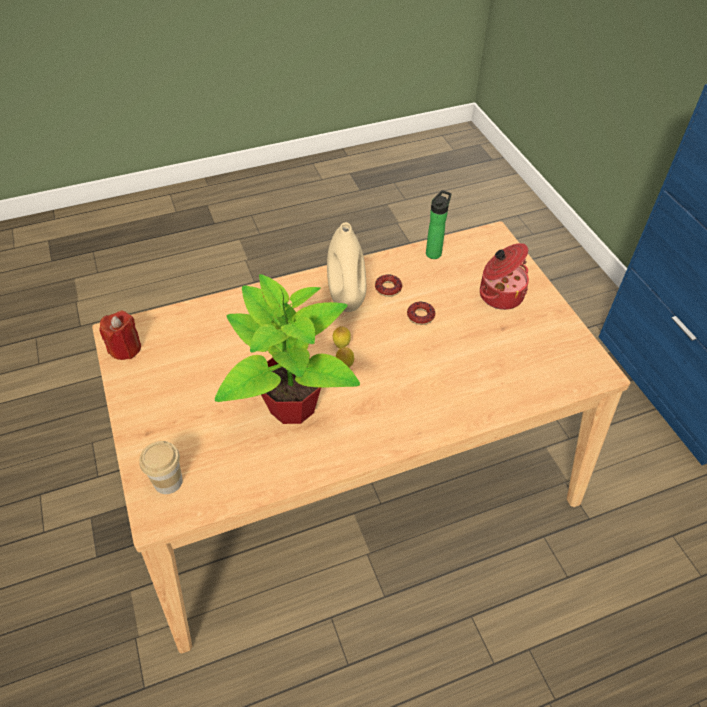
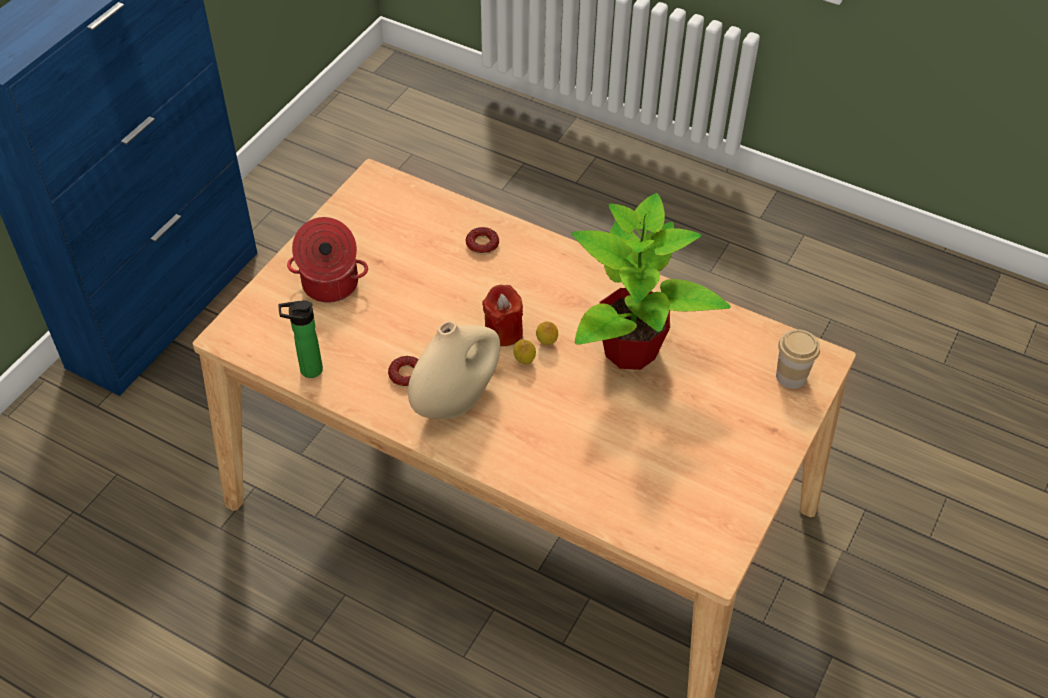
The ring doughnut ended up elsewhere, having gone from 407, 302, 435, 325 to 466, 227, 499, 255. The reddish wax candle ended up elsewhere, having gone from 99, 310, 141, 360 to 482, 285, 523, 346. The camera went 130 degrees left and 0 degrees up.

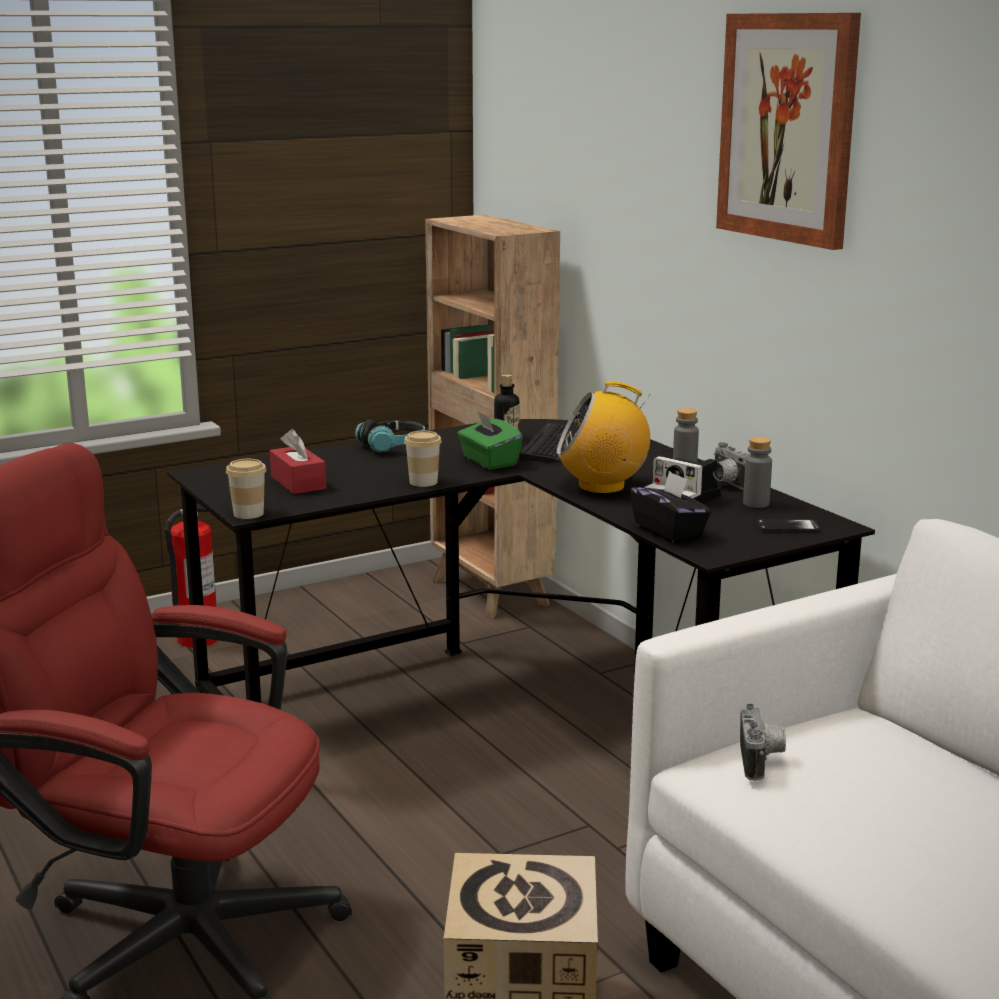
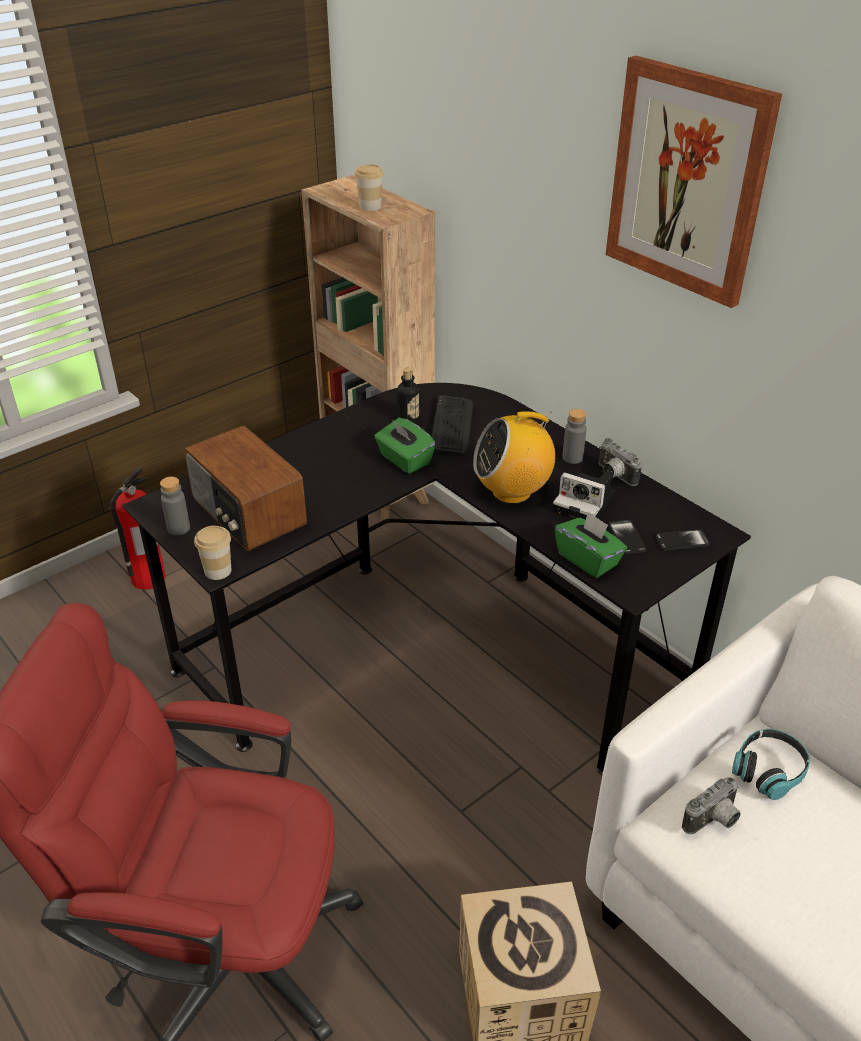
The grey beverage bottle ended up elsewhere, having gone from 743, 437, 772, 508 to 160, 477, 190, 535. Where the reddish box of tissues stood at 270, 429, 327, 494, the radio receiver came to stand at 184, 425, 307, 551. The cup ended up elsewhere, having gone from 404, 430, 442, 487 to 354, 164, 384, 211. What was the black box of tissues at 630, 471, 712, 543 turned into the greenish box of tissues at 554, 511, 627, 578. The second view gained the telephone at 609, 520, 646, 554. The still camera at 740, 703, 786, 781 ended up facing another way, 60 degrees clockwise from before. The pair of headphones ended up elsewhere, having gone from 355, 420, 425, 452 to 732, 729, 810, 800. The camera went 10 degrees left and 20 degrees up.

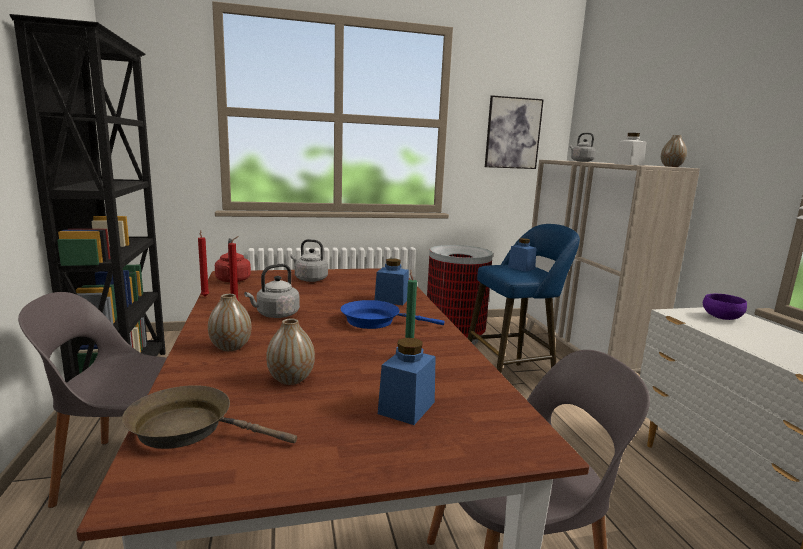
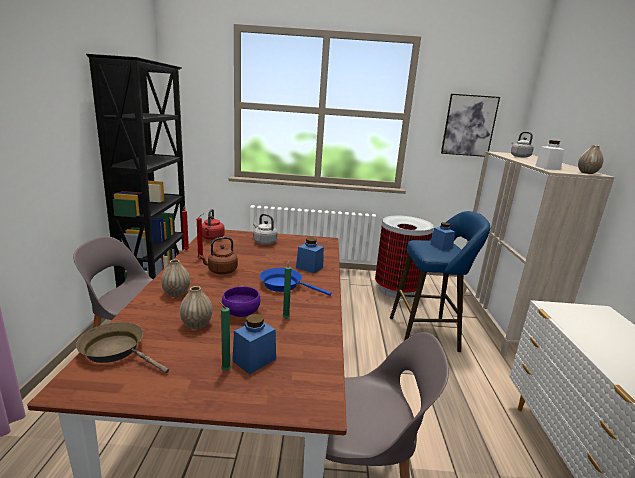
What was the grey water kettle at 244, 264, 300, 318 turned into the brown-coloured water kettle at 199, 237, 238, 274. The second view gained the greenish wax candle at 218, 300, 231, 371. The purple serving bowl ended up elsewhere, having gone from 703, 294, 747, 320 to 222, 287, 260, 317. The camera went 15 degrees right and 5 degrees up.

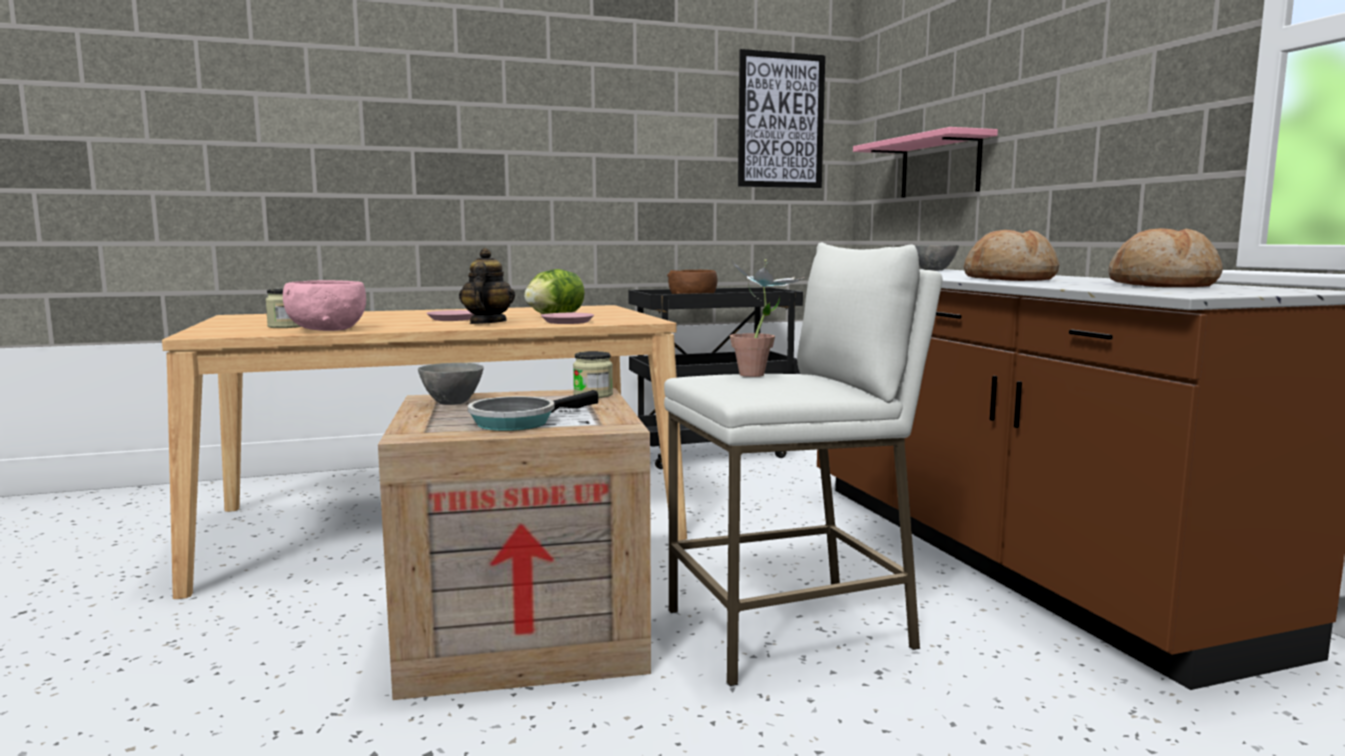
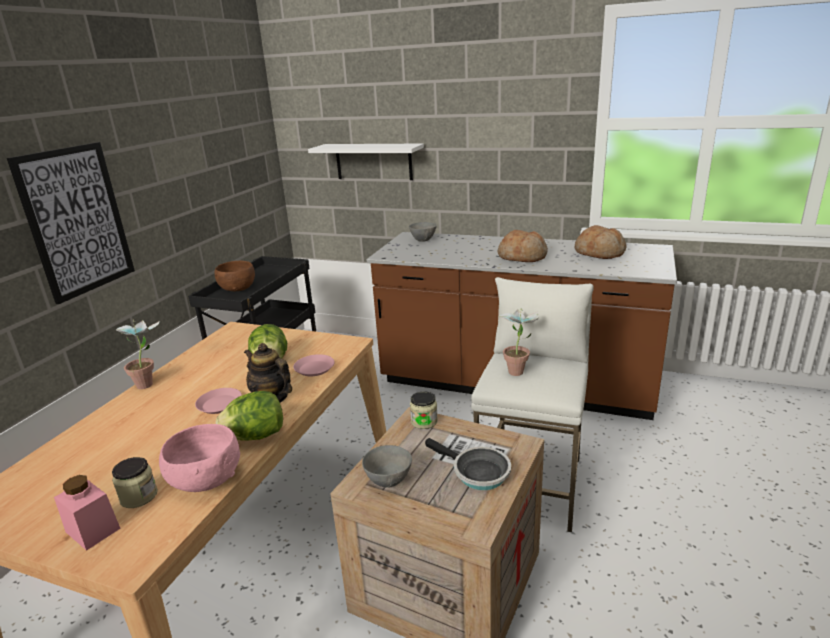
The wall picture ended up elsewhere, having gone from 738, 49, 825, 188 to 7, 142, 135, 304. The second view gained the pink storage jar at 54, 475, 121, 551. The second view gained the houseplant at 116, 319, 159, 389. The second view gained the lettuce head at 216, 391, 283, 441. What was the pink wall shelf at 853, 127, 998, 198 turned into the white wall shelf at 308, 144, 424, 180. The skillet at 468, 390, 598, 431 ended up facing another way, 45 degrees counterclockwise from before. The camera went 50 degrees left and 15 degrees up.

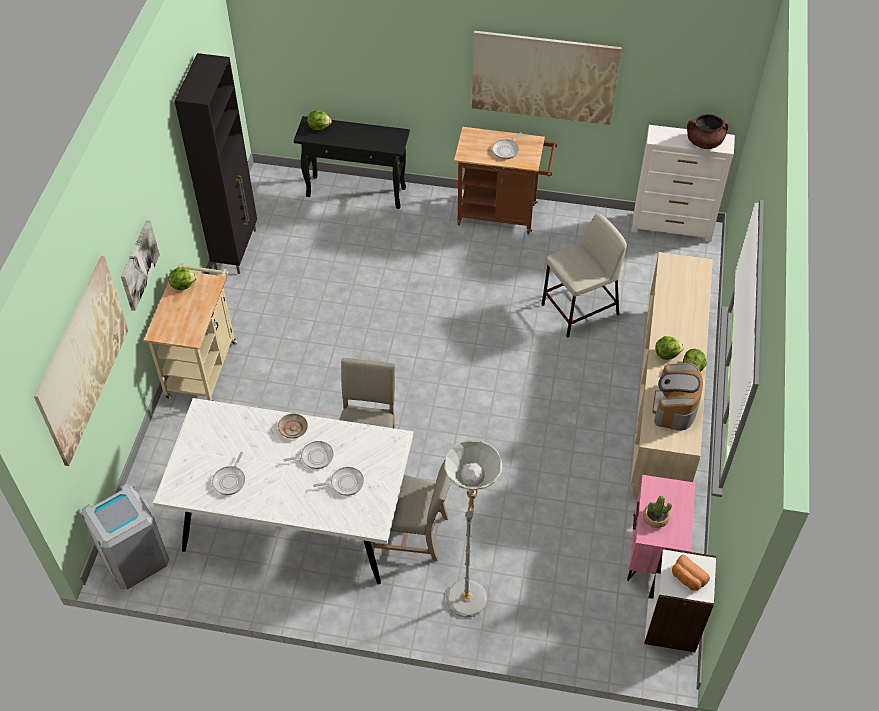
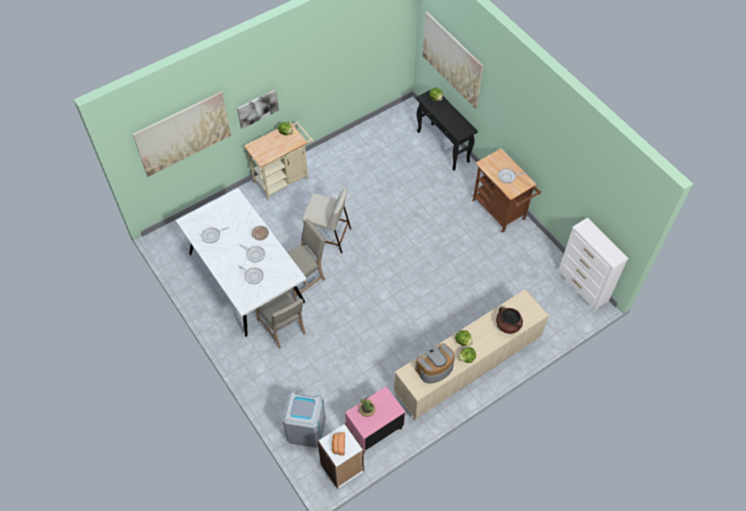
The grey trash can ended up elsewhere, having gone from 81, 484, 169, 589 to 282, 391, 326, 448. The beige stool seat ended up elsewhere, having gone from 541, 214, 627, 338 to 303, 188, 351, 253. The wall picture ended up elsewhere, having gone from 472, 31, 622, 125 to 423, 12, 483, 109. The brown-coloured stockpot ended up elsewhere, having gone from 687, 114, 729, 149 to 496, 307, 523, 334. The second view lost the black storage cabinet at 174, 53, 257, 274. The second view lost the grey standing lamp at 444, 440, 502, 618. The camera went 45 degrees right and 5 degrees up.

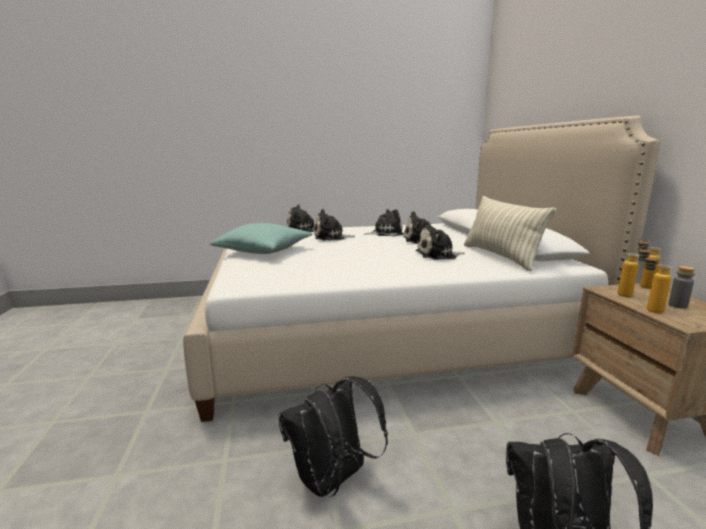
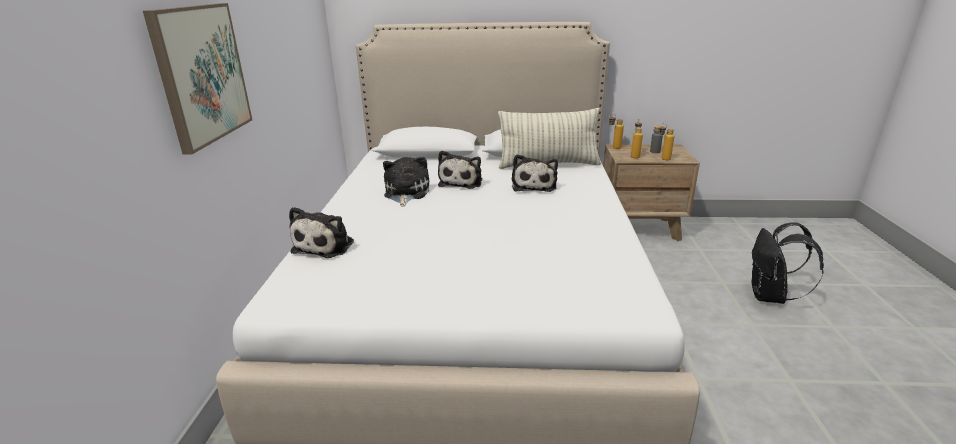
The second view gained the wall picture at 143, 3, 252, 154. The second view lost the turquoise pillow at 210, 223, 313, 254. The second view lost the black backpack at 278, 376, 388, 497. The second view lost the cuddly toy at 314, 209, 355, 241. The camera went 75 degrees left and 10 degrees up.

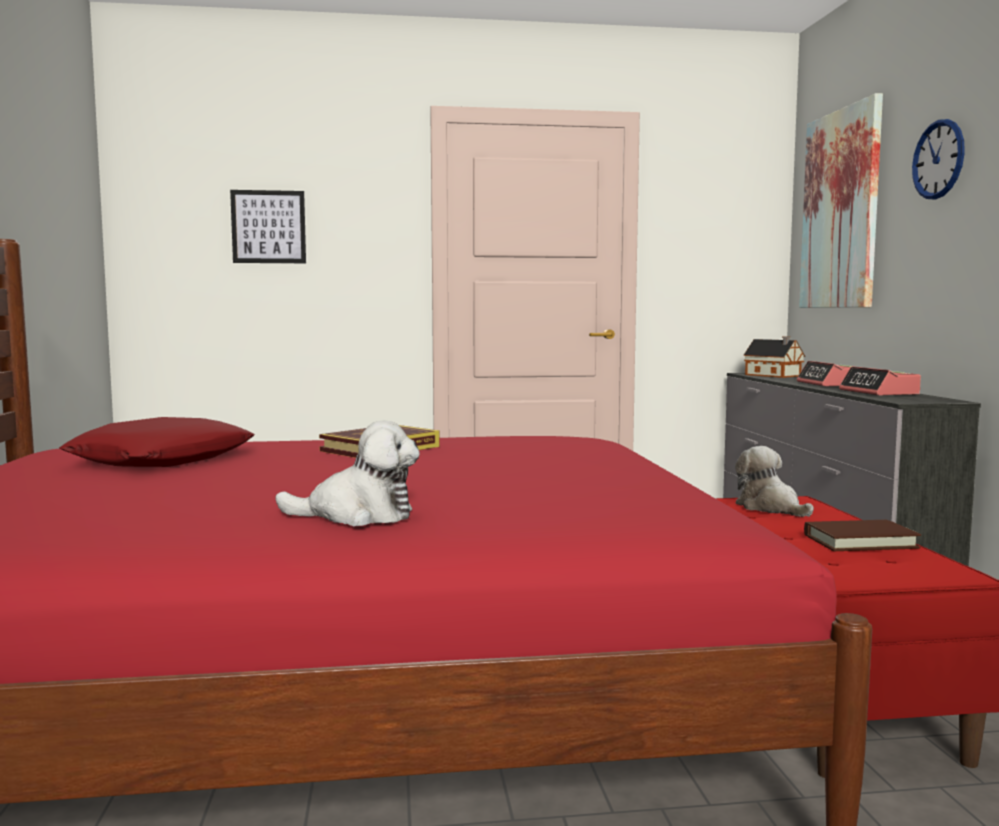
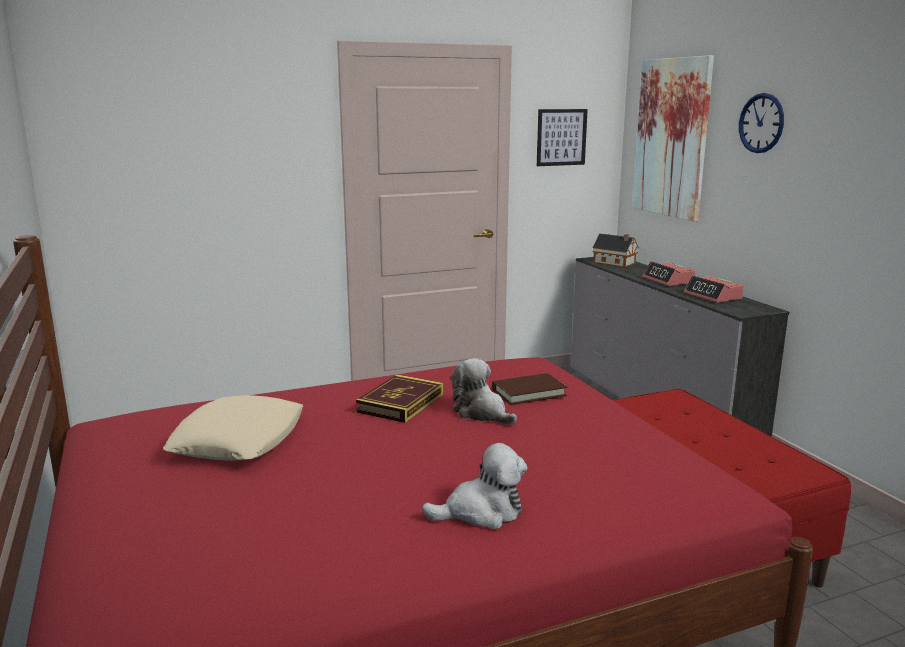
What was the reddish pillow at 59, 417, 255, 467 turned into the beige pillow at 163, 395, 303, 461. The cuddly toy ended up elsewhere, having gone from 735, 446, 814, 517 to 451, 358, 517, 425. The brown-coloured volume ended up elsewhere, having gone from 804, 520, 921, 551 to 492, 373, 567, 405. The wall picture ended up elsewhere, having gone from 230, 190, 306, 263 to 537, 109, 588, 166. The camera went 15 degrees left and 10 degrees up.

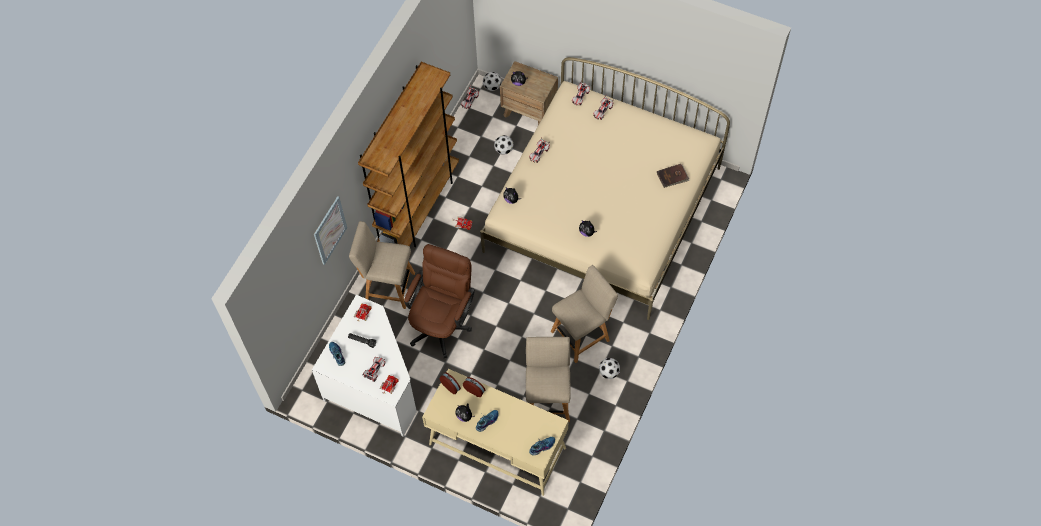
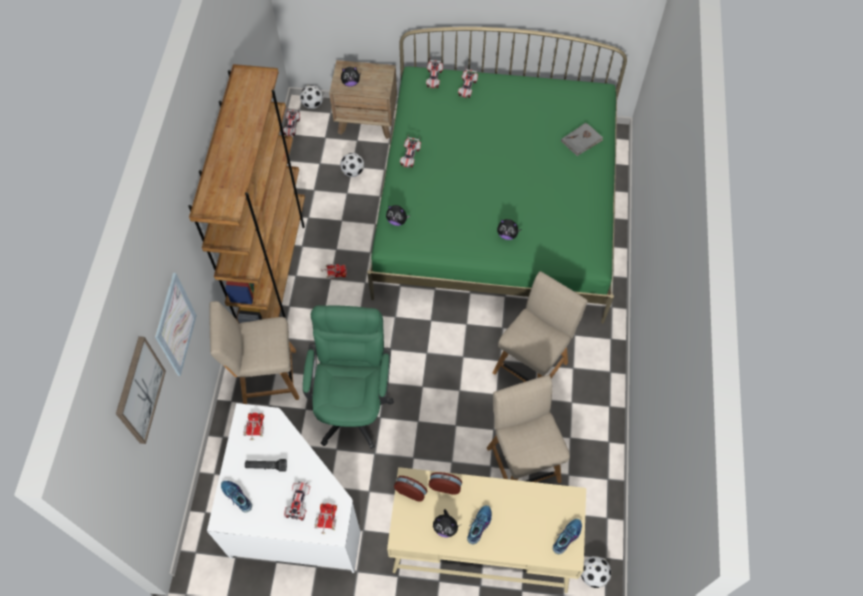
The second view gained the wall picture at 116, 336, 166, 444. What was the brown-coloured desk chair at 404, 244, 475, 358 turned into the greenish desk chair at 303, 305, 394, 449. What was the beige bed at 480, 57, 730, 320 turned into the greenish bed at 367, 27, 627, 323. What was the brown-coloured volume at 657, 164, 689, 188 turned into the grey volume at 561, 123, 603, 156. The football ended up elsewhere, having gone from 599, 358, 620, 379 to 581, 556, 611, 588. The camera went 20 degrees left and 0 degrees up.

